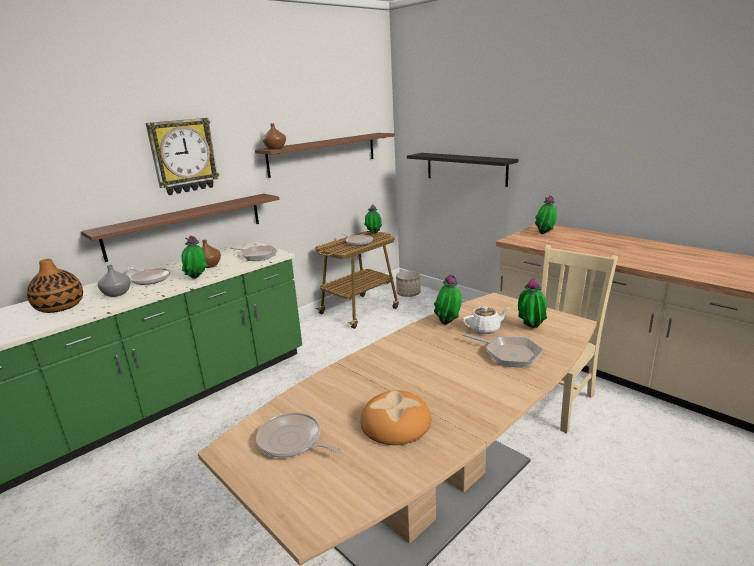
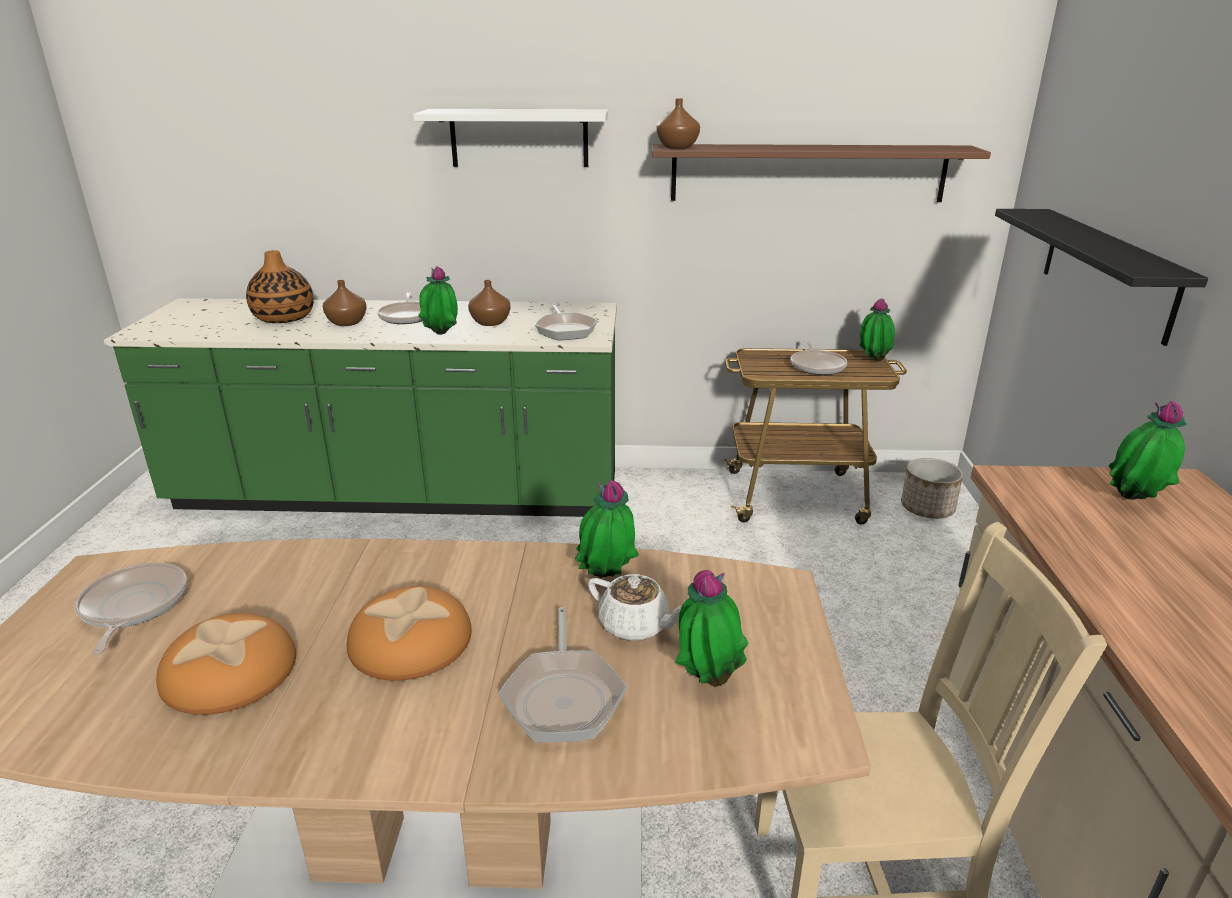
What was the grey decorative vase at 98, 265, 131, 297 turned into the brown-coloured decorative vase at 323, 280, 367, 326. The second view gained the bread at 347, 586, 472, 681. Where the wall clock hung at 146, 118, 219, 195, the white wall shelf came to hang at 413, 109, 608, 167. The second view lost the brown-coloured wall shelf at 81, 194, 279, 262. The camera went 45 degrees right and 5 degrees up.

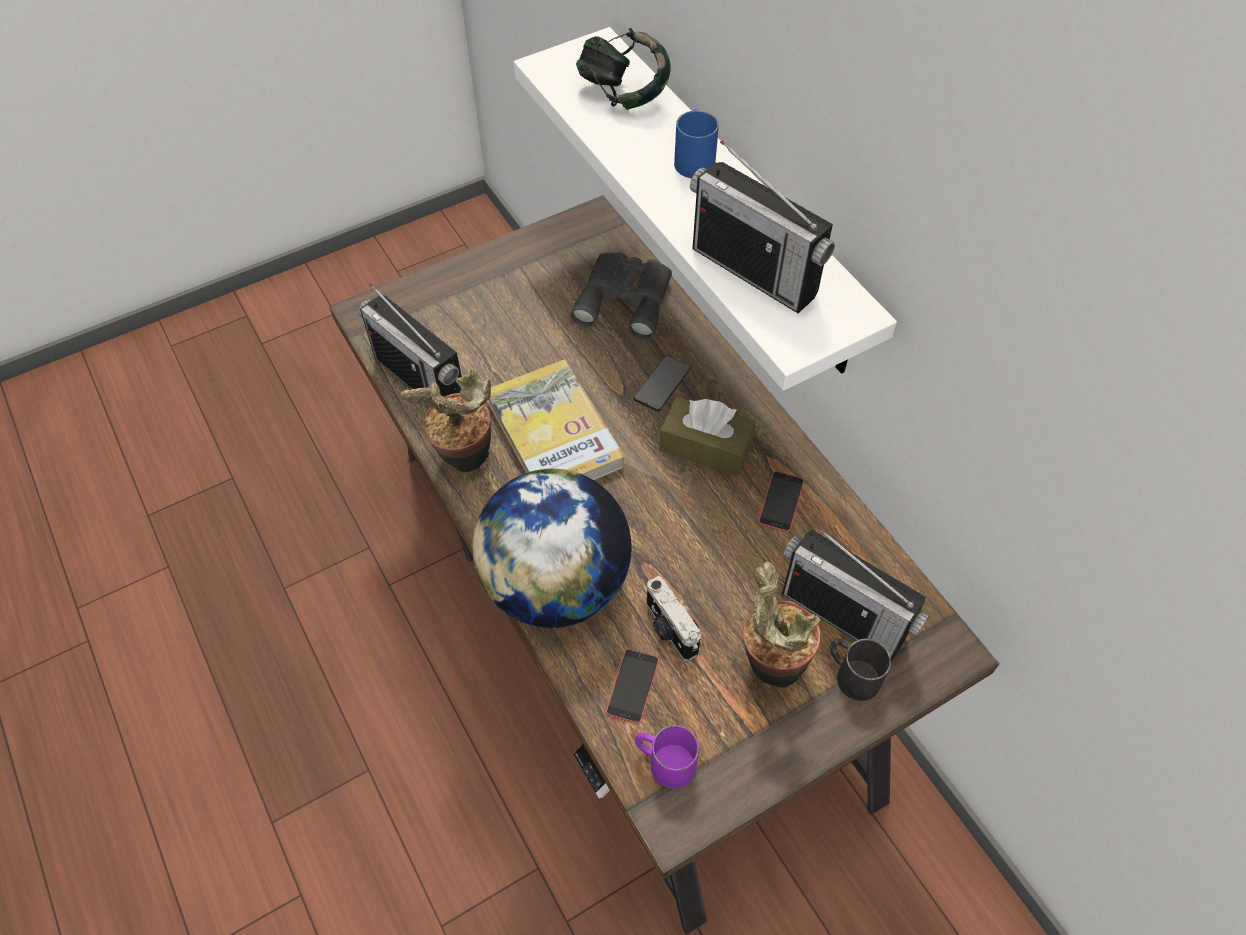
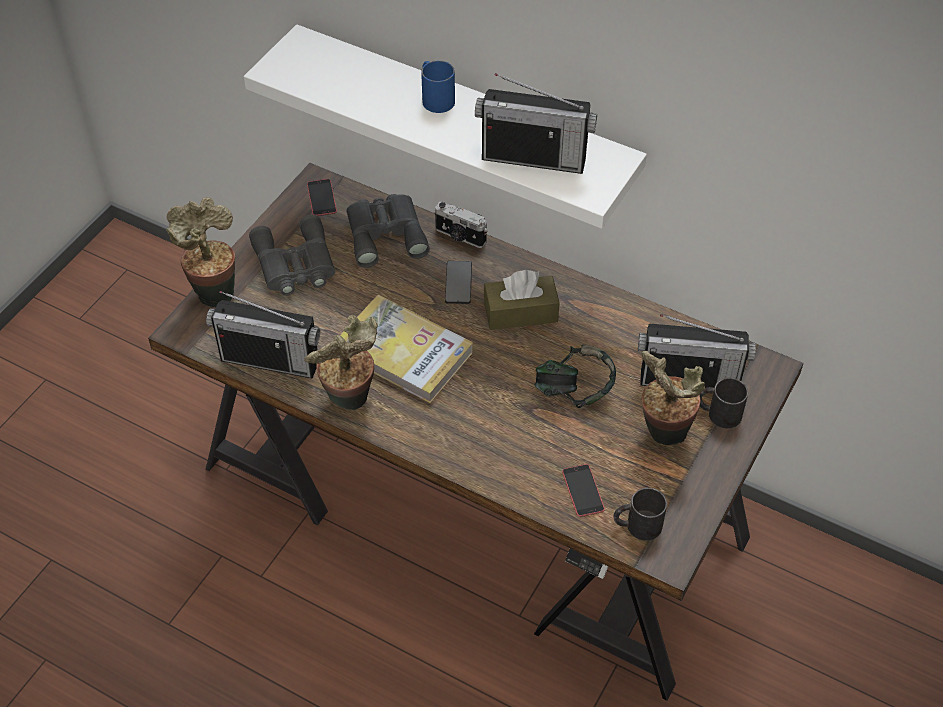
The second view gained the houseplant at 166, 197, 235, 307. The second view gained the grey field glasses at 249, 215, 335, 295. The telephone ended up elsewhere, having gone from 758, 471, 804, 532 to 307, 179, 337, 216. The still camera ended up elsewhere, having gone from 647, 576, 701, 661 to 435, 201, 488, 248. The pair of headphones ended up elsewhere, having gone from 576, 28, 671, 110 to 535, 344, 616, 408. What was the purple tea mug at 635, 725, 699, 789 turned into the black tea mug at 614, 488, 667, 541. The second view lost the desk globe at 472, 469, 632, 628. The camera went 30 degrees left and 5 degrees down.

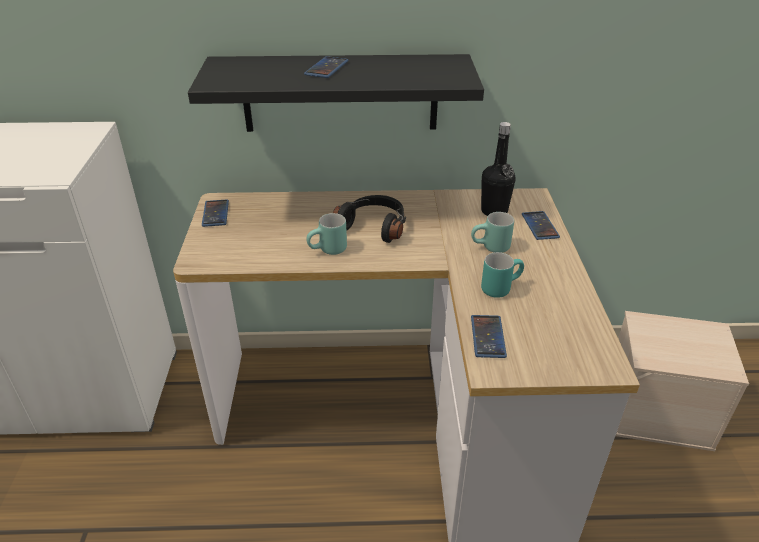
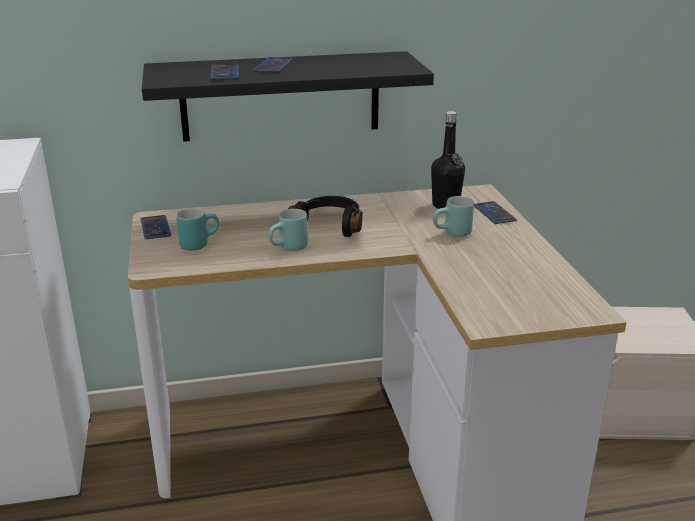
The turquoise tea mug ended up elsewhere, having gone from 481, 252, 524, 298 to 176, 208, 219, 250. The telephone ended up elsewhere, having gone from 471, 315, 507, 358 to 210, 64, 239, 80. The camera went 10 degrees left and 10 degrees down.

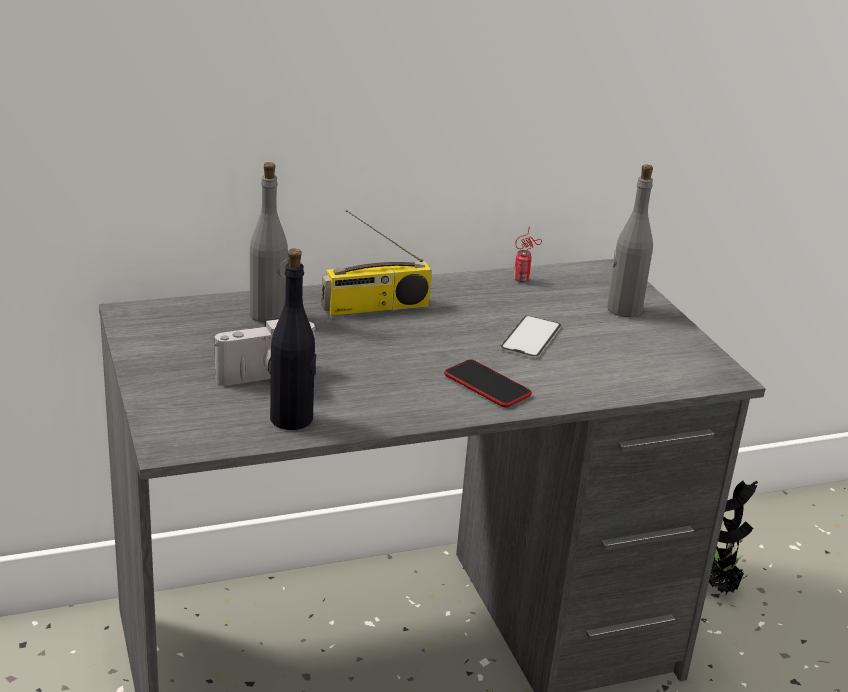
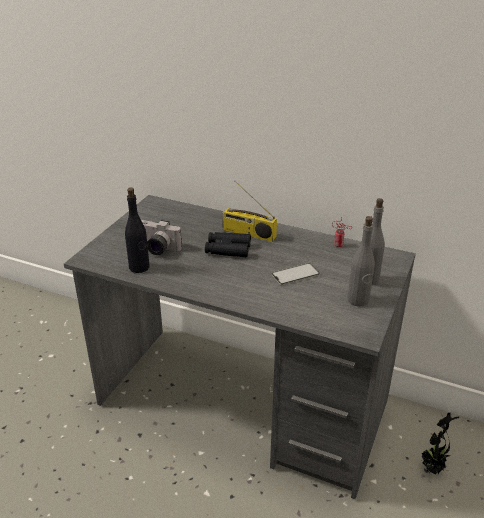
The second view gained the black field glasses at 205, 232, 251, 257. The grey beverage bottle ended up elsewhere, having gone from 250, 162, 289, 323 to 347, 216, 375, 306. The second view lost the telephone at 444, 359, 532, 407. The camera went 45 degrees right and 5 degrees up.

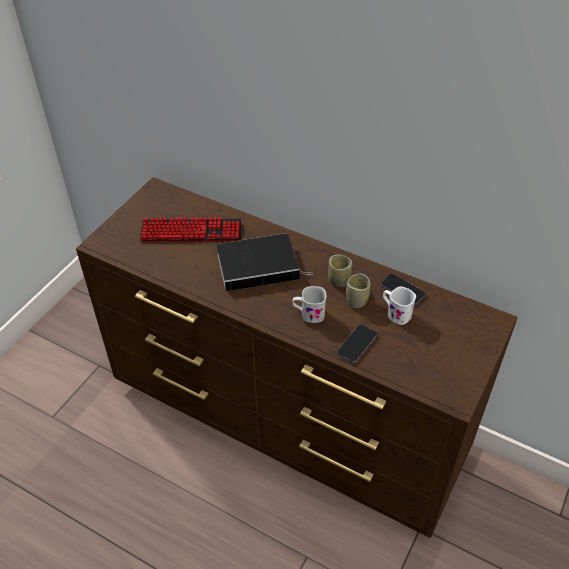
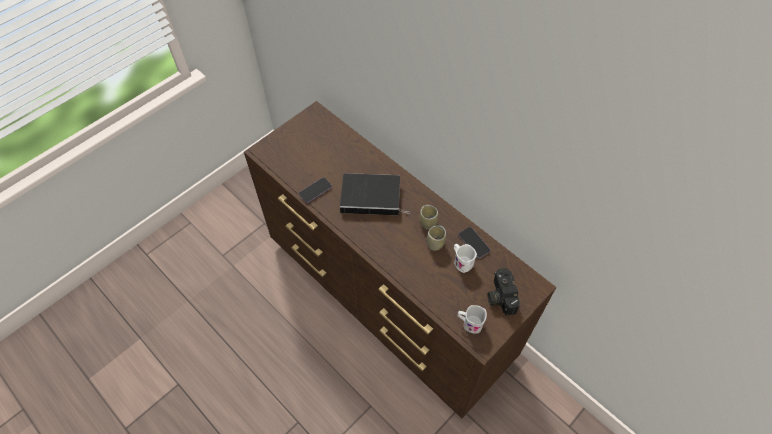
The telephone ended up elsewhere, having gone from 337, 324, 377, 363 to 299, 177, 332, 203. The white tea mug ended up elsewhere, having gone from 293, 286, 327, 323 to 457, 305, 487, 333. The second view gained the still camera at 487, 268, 520, 316. The second view lost the computer keyboard at 139, 217, 242, 242. The camera went 15 degrees right and 10 degrees up.

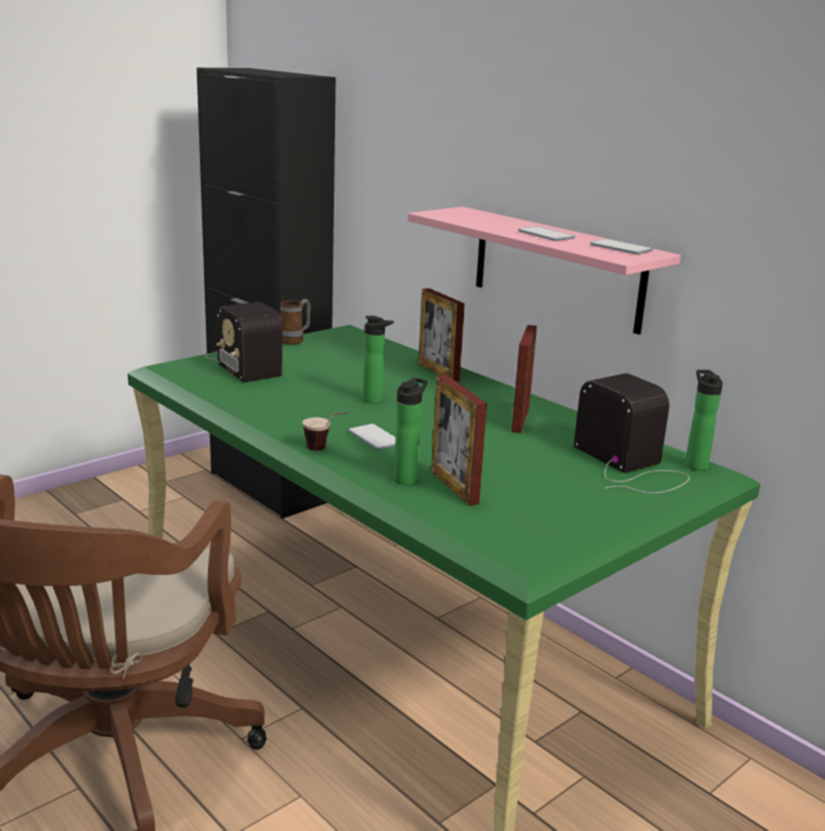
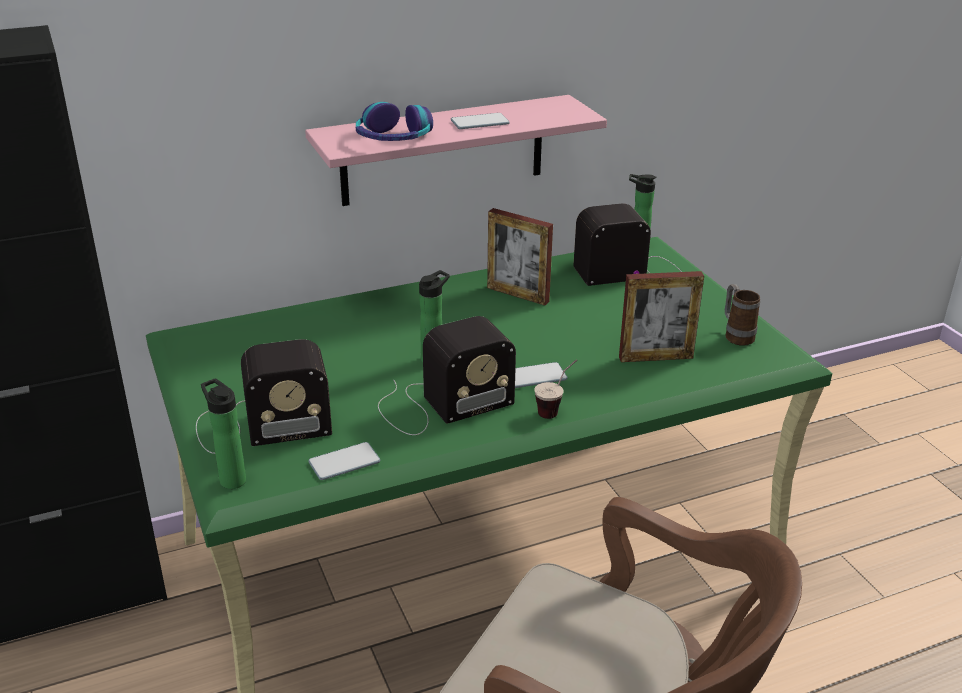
The beverage bottle ended up elsewhere, having gone from 394, 378, 427, 485 to 201, 378, 246, 489. The telephone ended up elsewhere, having gone from 590, 239, 653, 254 to 308, 442, 380, 480. The second view gained the pair of headphones at 356, 102, 433, 141. The second view gained the radio receiver at 378, 316, 516, 435. The tea mug ended up elsewhere, having gone from 280, 299, 311, 345 to 725, 284, 760, 346. The second view lost the picture frame at 418, 288, 465, 382. The camera went 70 degrees left and 10 degrees up.

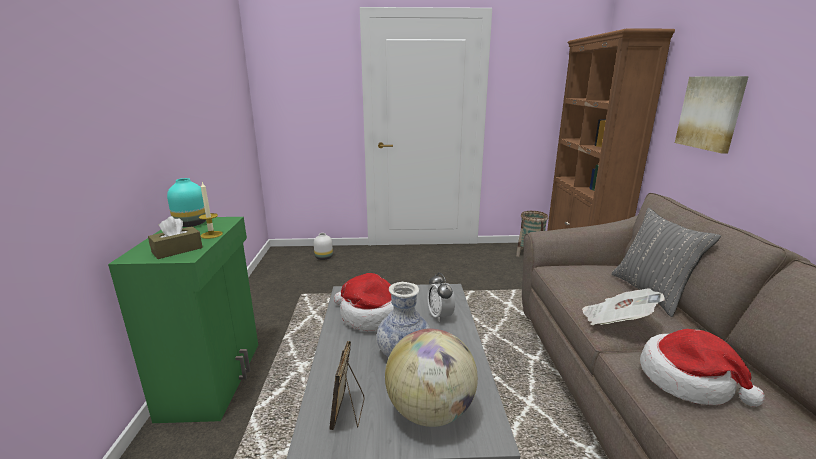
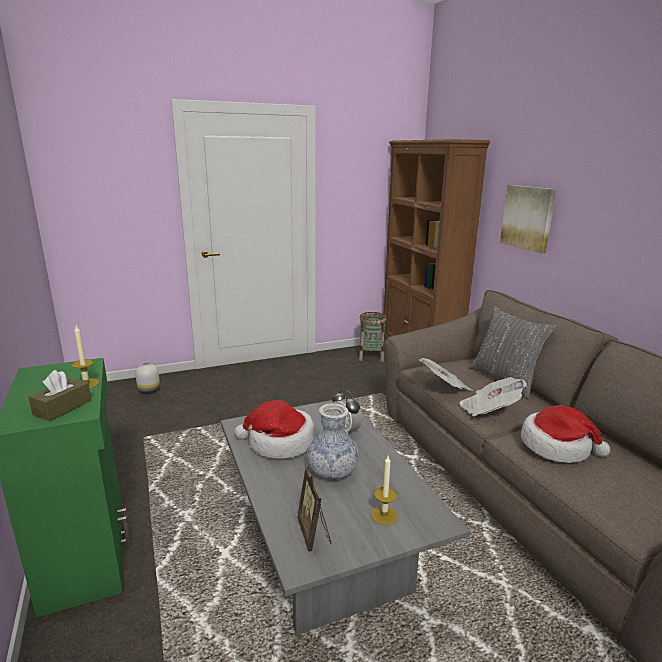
Where the desk globe stood at 385, 328, 478, 427, the wax candle came to stand at 371, 456, 398, 525. The second view gained the daily paper at 418, 358, 473, 391. The second view lost the turquoise decorative vase at 167, 178, 206, 227. The camera went 20 degrees left and 0 degrees up.

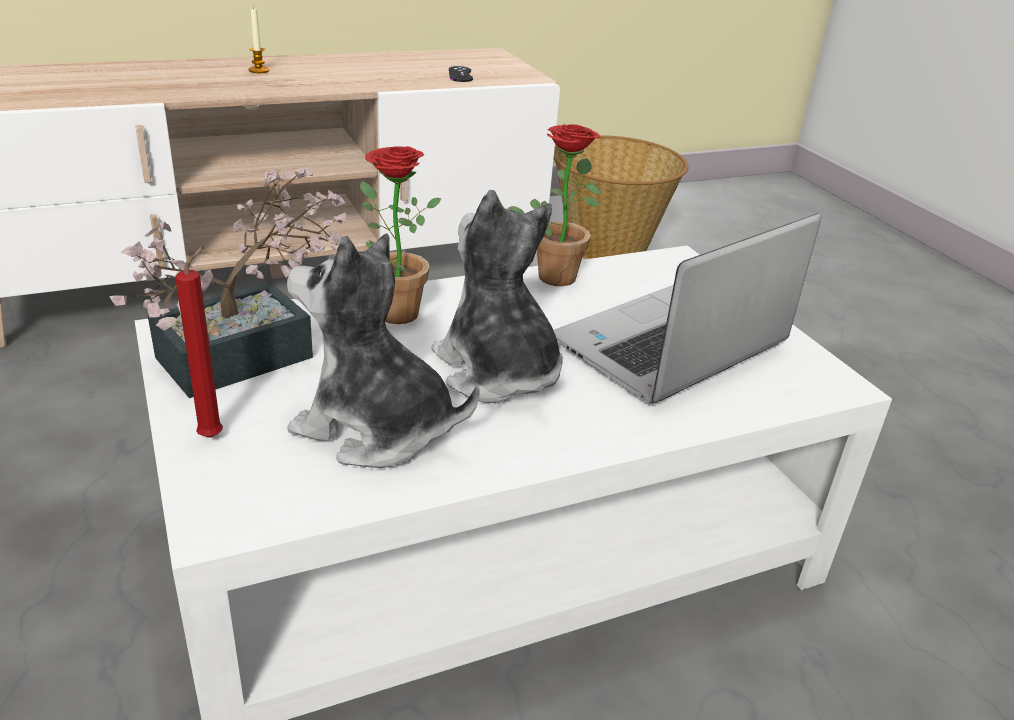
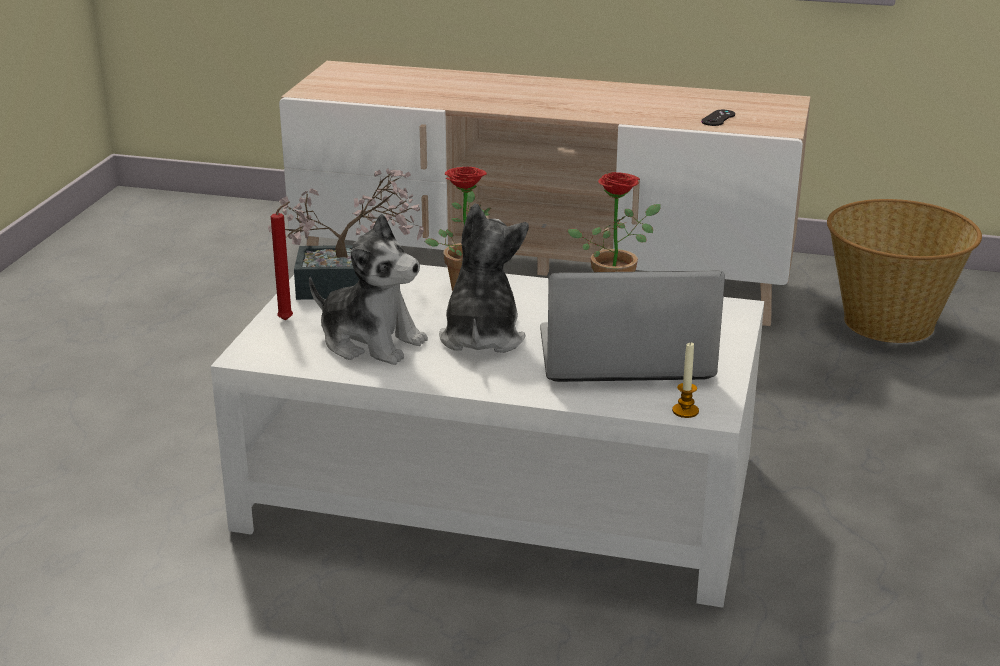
The cuddly toy at 287, 234, 480, 468 ended up facing another way, 150 degrees clockwise from before. The wax candle ended up elsewhere, having gone from 248, 7, 270, 73 to 672, 341, 699, 418. The camera went 40 degrees right and 5 degrees down.

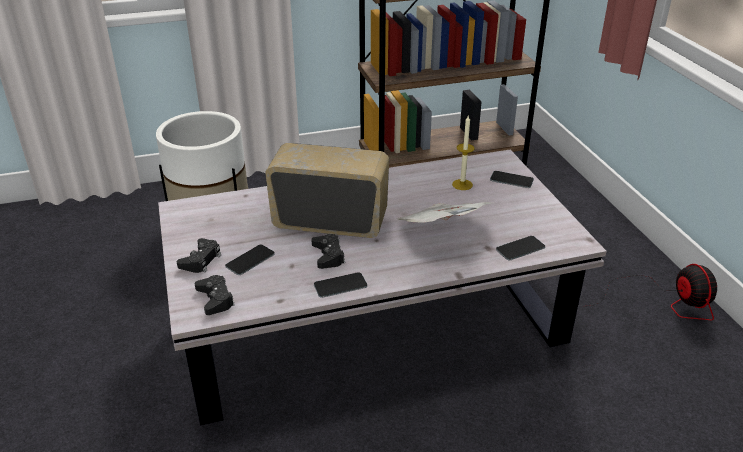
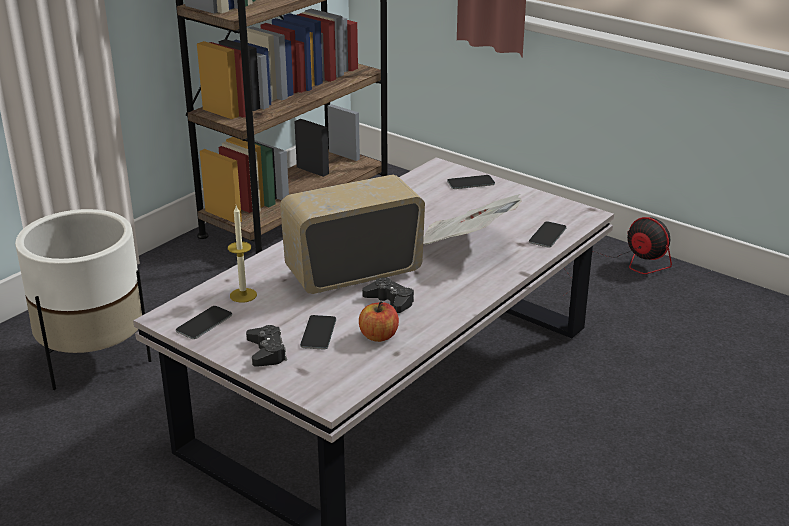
The telephone ended up elsewhere, having gone from 314, 272, 367, 298 to 176, 306, 232, 339. The wax candle ended up elsewhere, having gone from 452, 116, 475, 190 to 228, 206, 257, 303. The second view gained the apple fruit at 359, 301, 399, 342. The second view lost the black gamepad at 194, 275, 235, 315. The camera went 35 degrees left and 5 degrees down.

